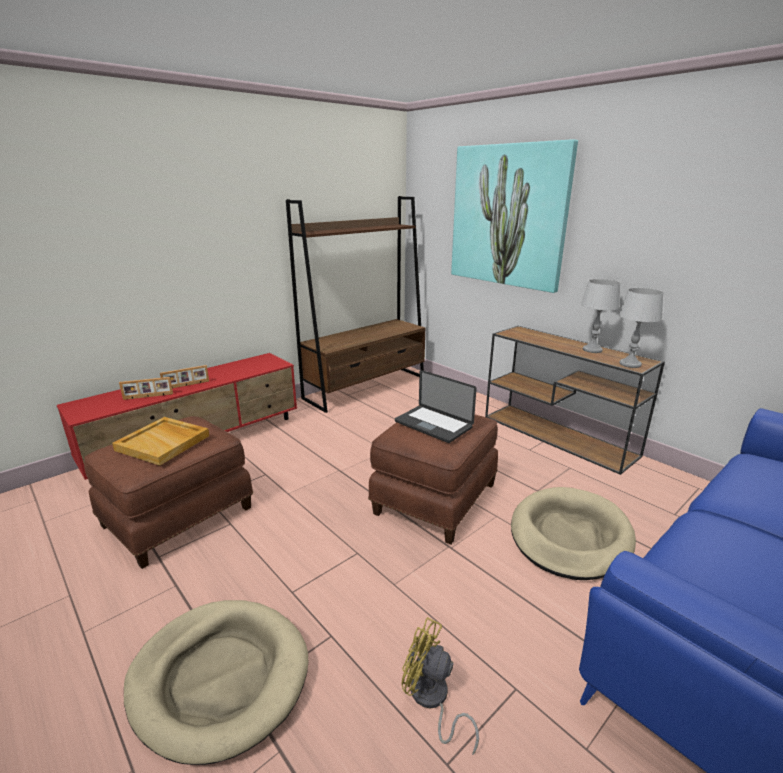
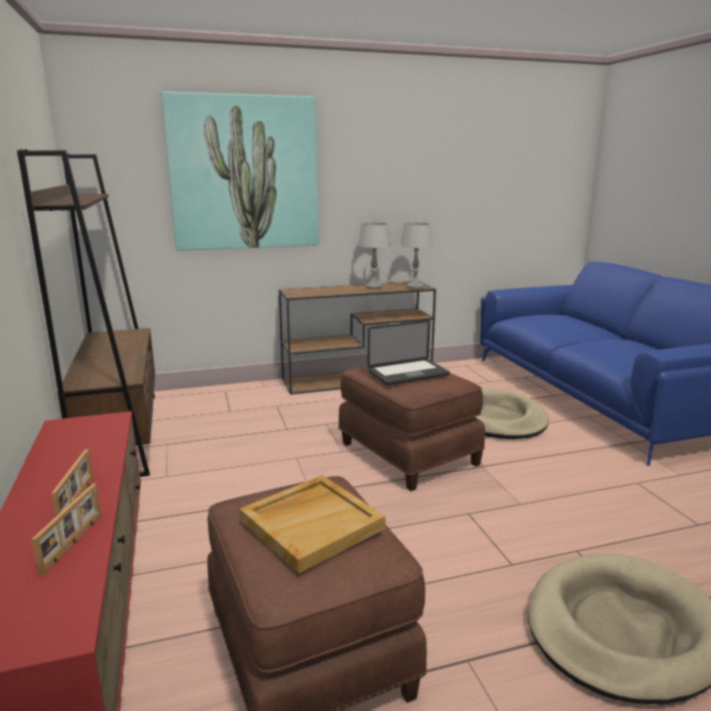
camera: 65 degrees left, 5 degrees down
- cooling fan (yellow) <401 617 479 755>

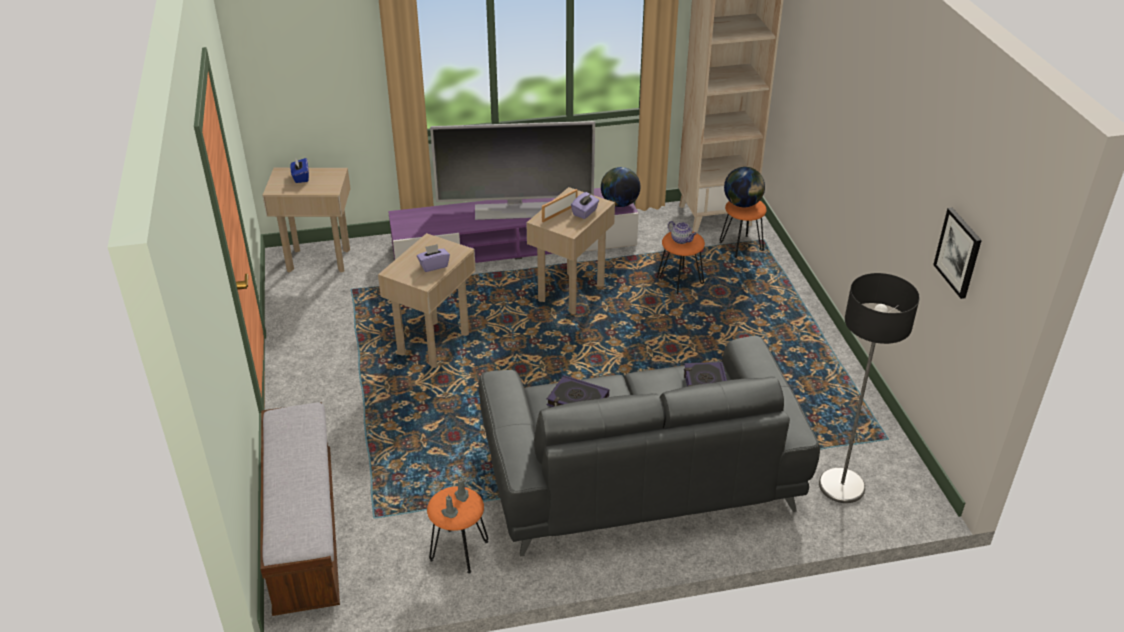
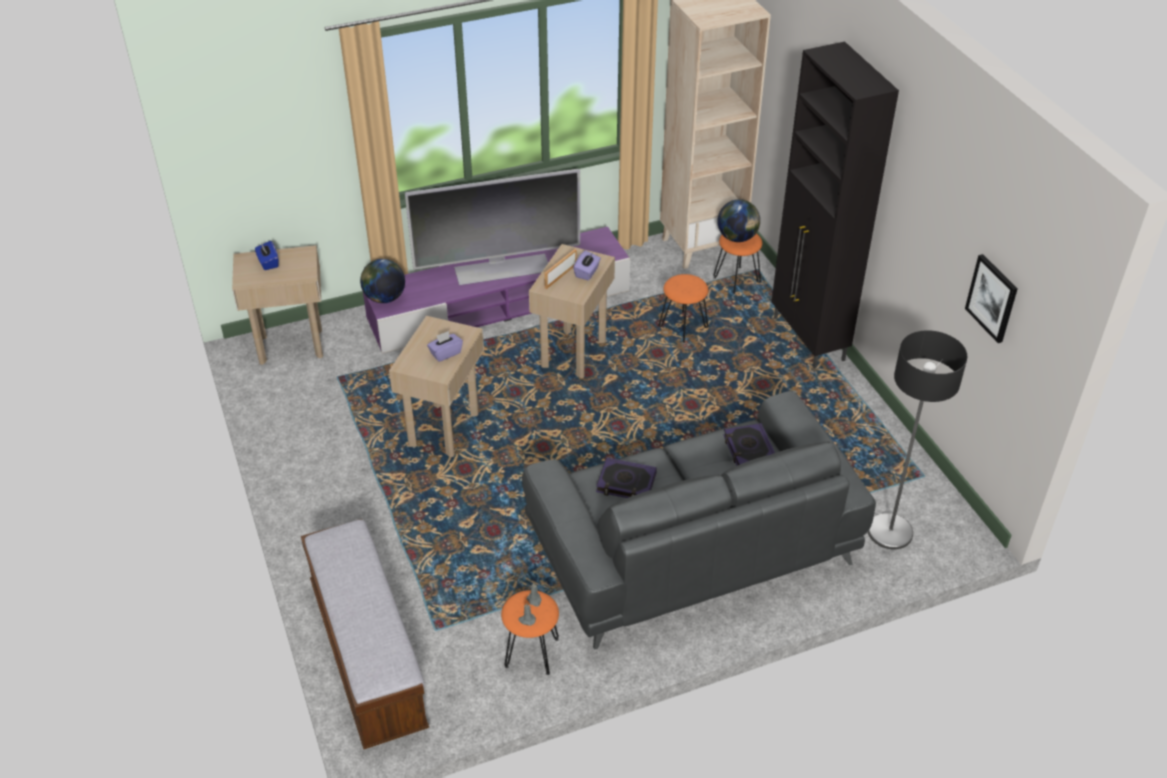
camera: 10 degrees left, 5 degrees up
~ desk globe <601 167 640 207> to <360 259 405 303>
- tea pot <668 221 697 244>
+ storage cabinet (black) <772 42 899 369>

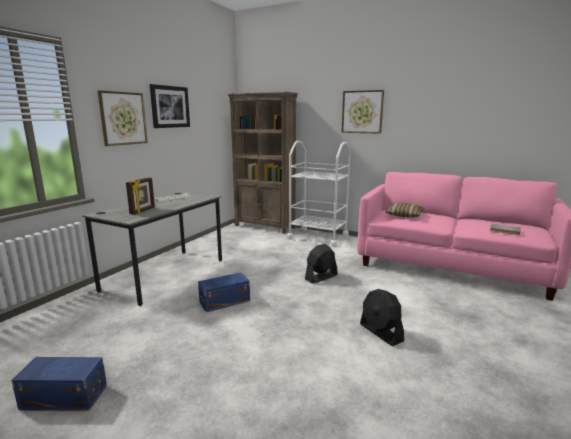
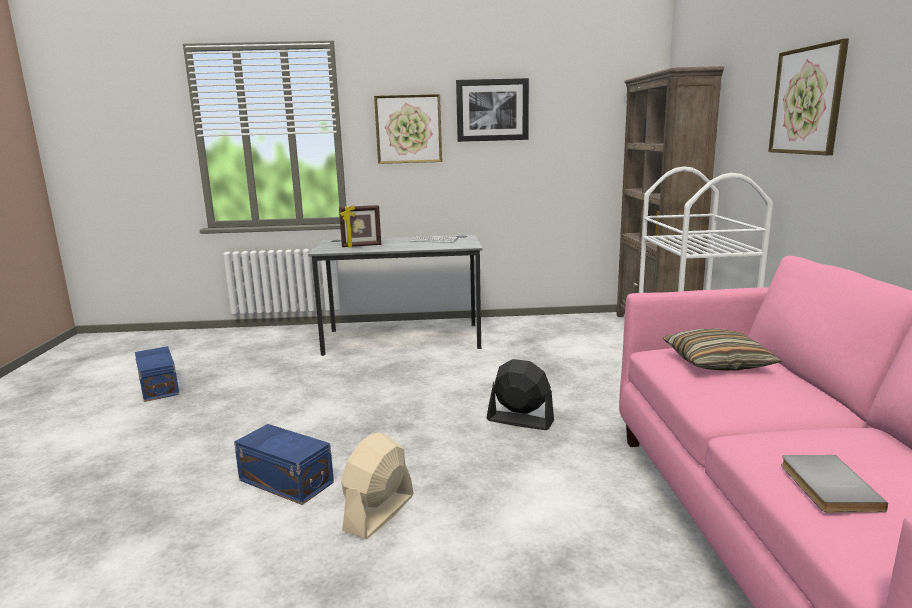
camera: 60 degrees right, 0 degrees up
~ storage container (blue-coloured) <198 272 250 312> to <234 424 334 505>
~ cooling fan (black) <360 289 404 346> to cooling fan (beige-coloured) <341 432 413 539>

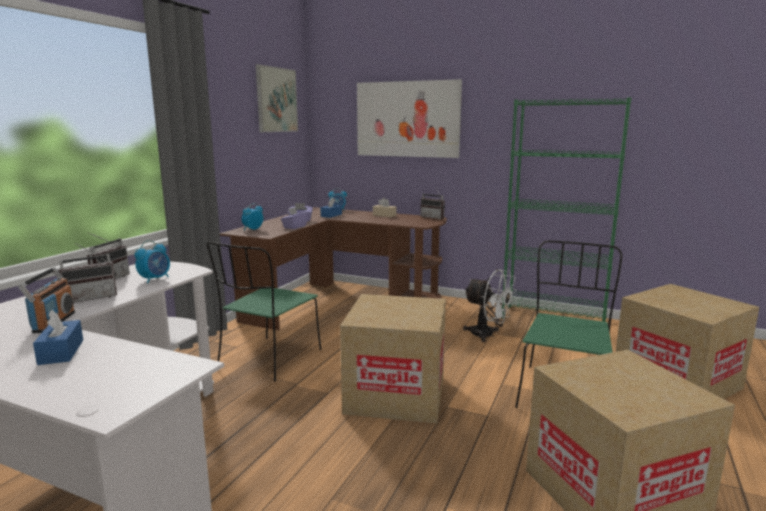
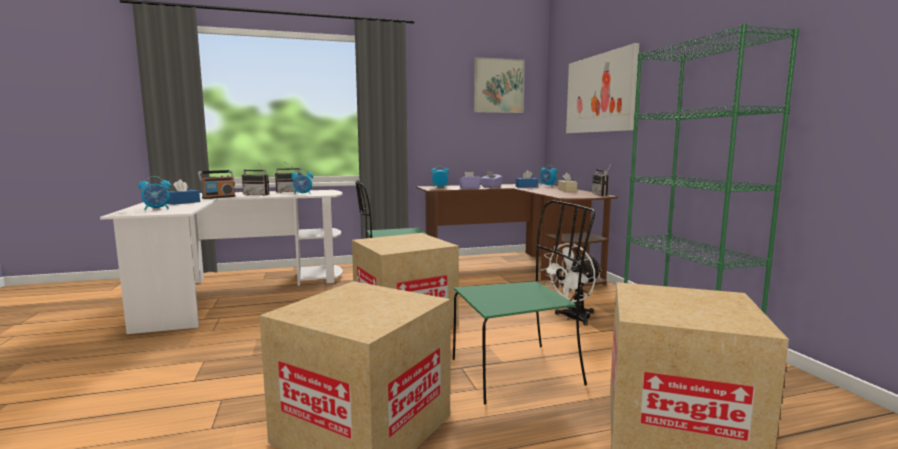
camera: 50 degrees right, 5 degrees down
~ cooling fan (white) <463 269 517 342> = <541 243 602 326> 60 degrees clockwise
+ bedside clock <139 176 171 210>

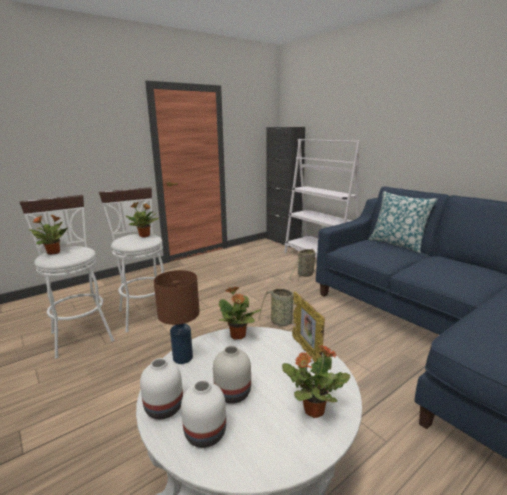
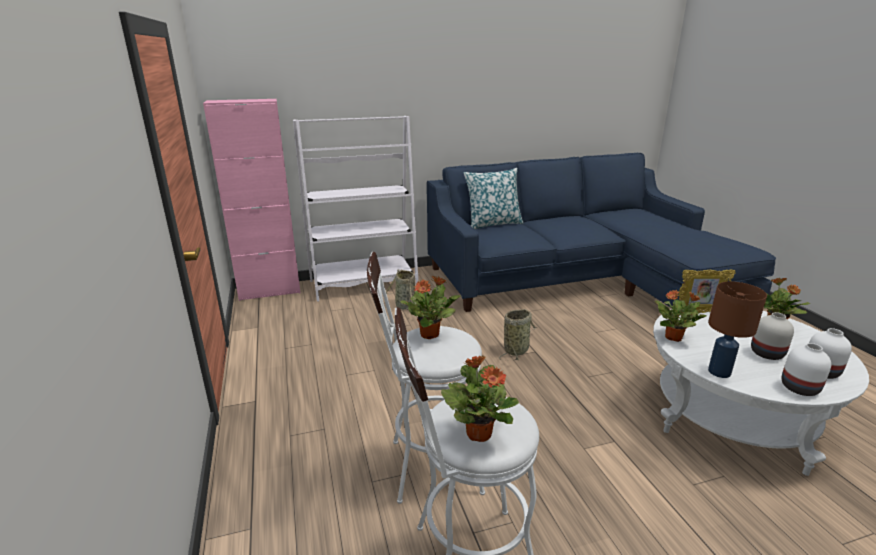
camera: 70 degrees left, 5 degrees up
~ storage cabinet (black) <266 127 305 248> to storage cabinet (pink) <203 99 300 301>

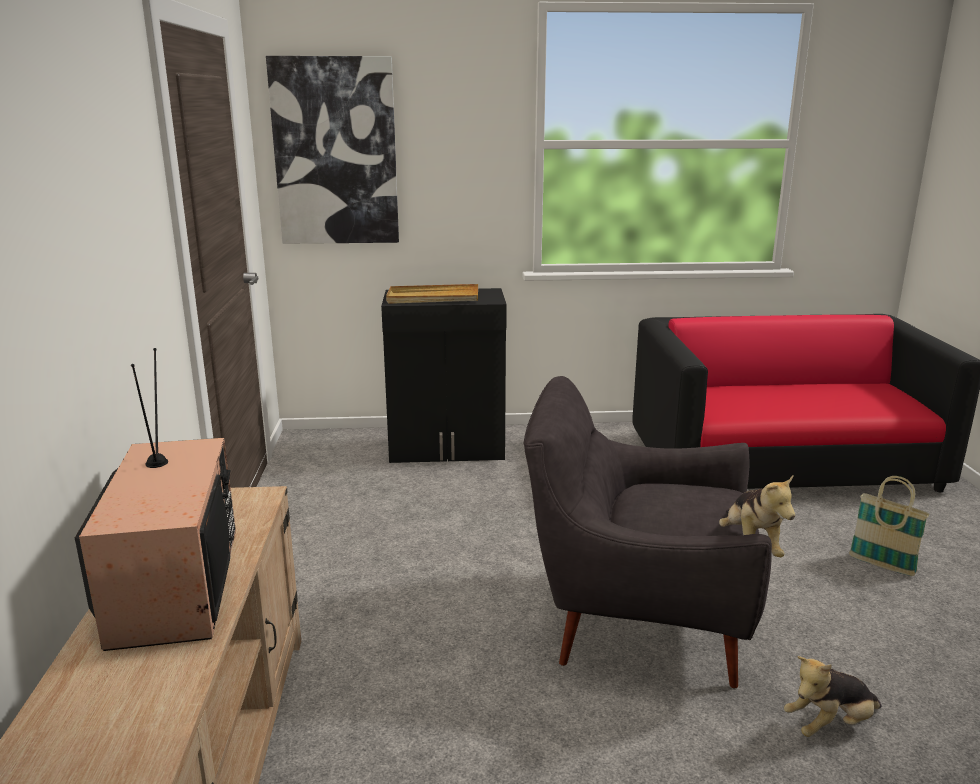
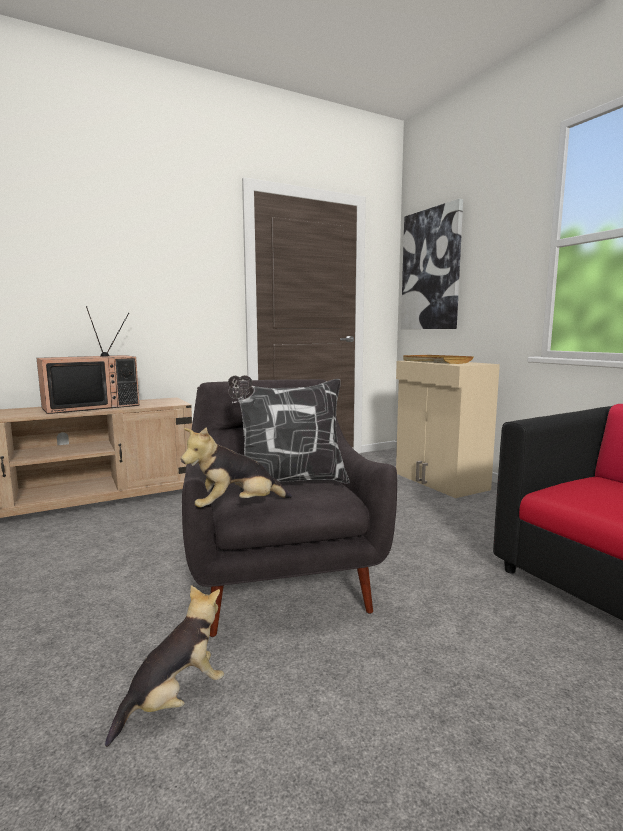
camera: 65 degrees right, 10 degrees down
~ storage cabinet (black) <381 288 507 463> to storage cabinet (beige-coloured) <396 361 500 498>
~ cuddly toy <784 656 882 737> = <105 585 224 747> 90 degrees clockwise
- storage basket <849 476 930 576>
+ pillow <228 375 350 492>

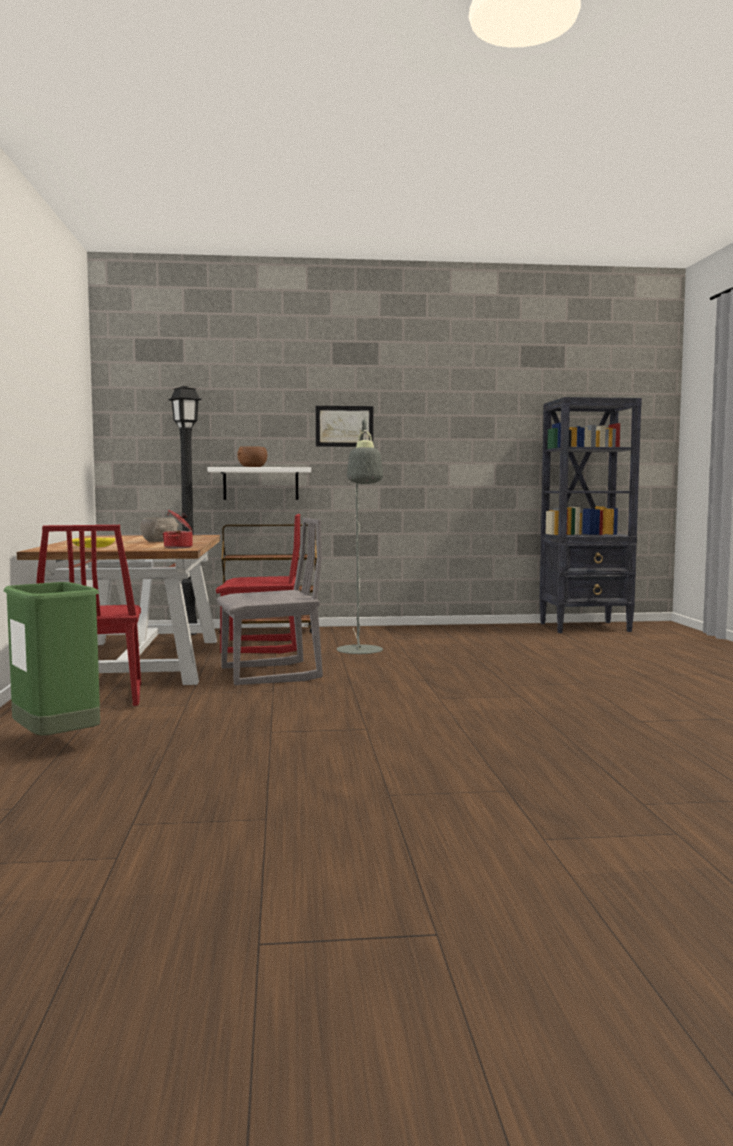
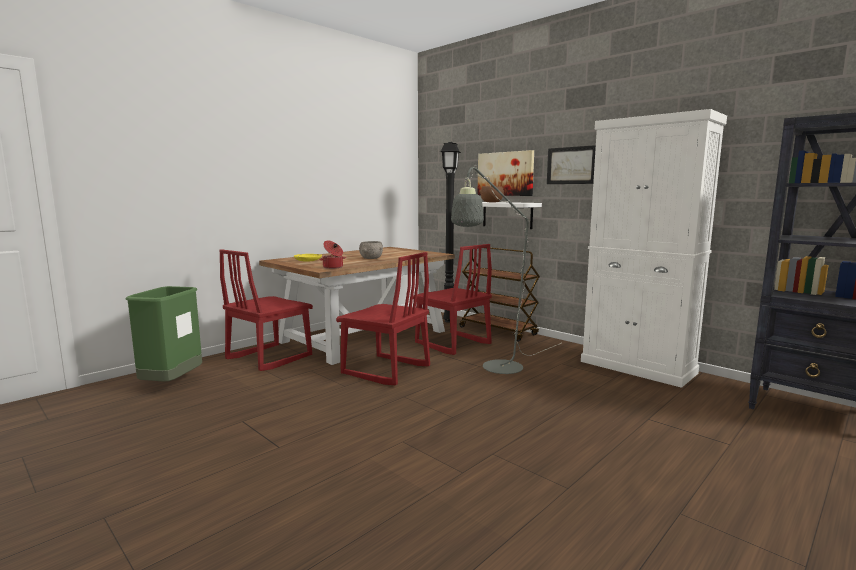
camera: 50 degrees right, 5 degrees up
~ chair (gray) <216 518 323 685> to chair (red-coloured) <336 252 430 385>
+ wall picture <477 150 534 196>
+ storage cabinet (white) <581 109 727 388>

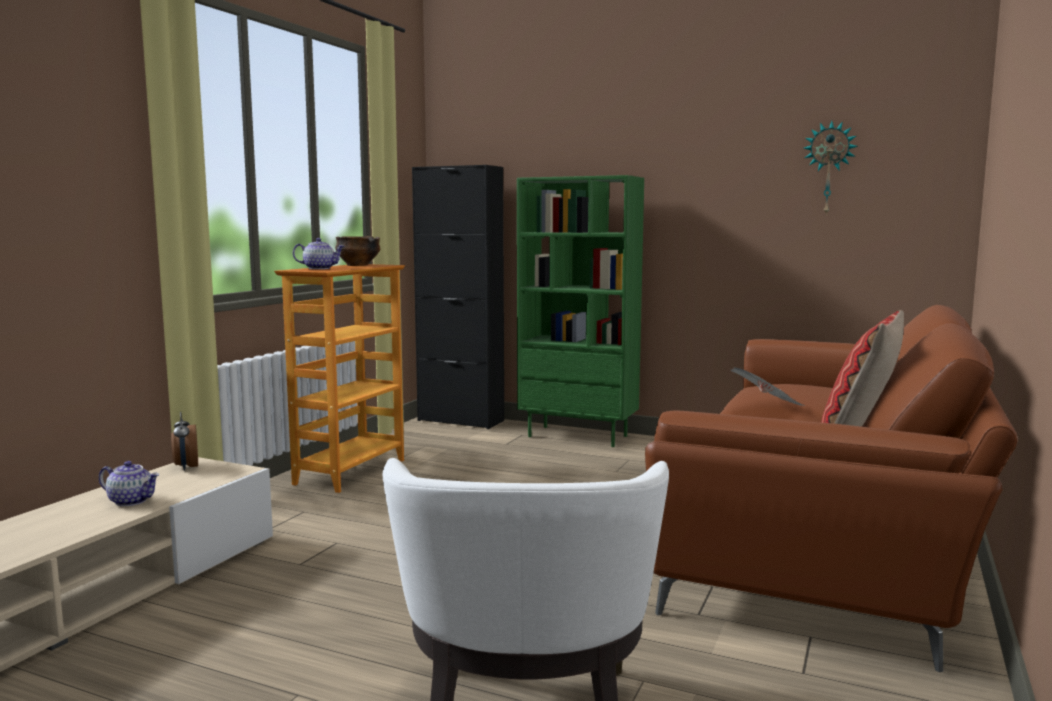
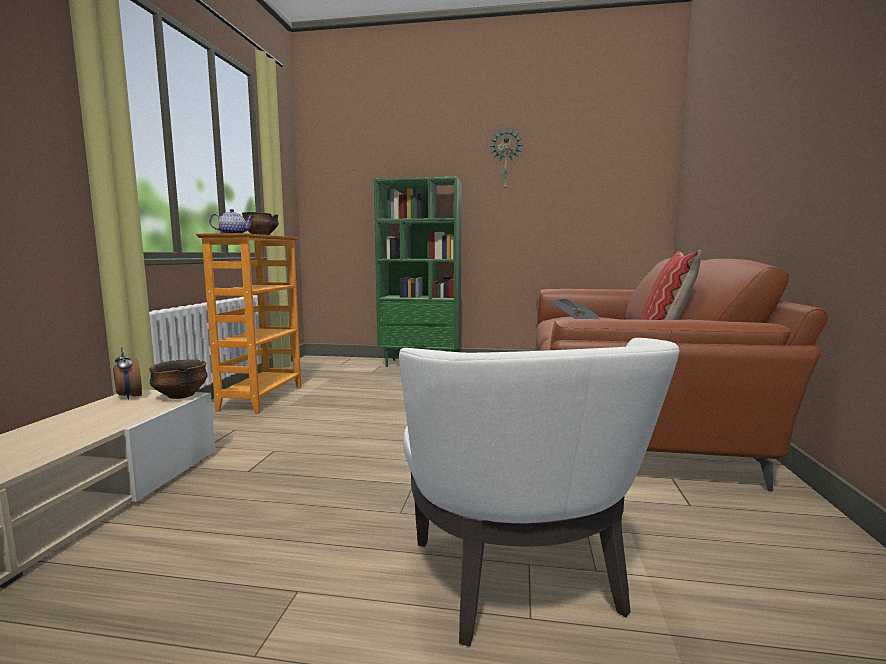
camera: 15 degrees left, 0 degrees up
- tea pot <99 461 159 506>
- storage cabinet (black) <412 165 504 429>
~ hanging clock <804 121 858 214> to <491 128 522 191>
+ serving bowl <150 359 208 399>

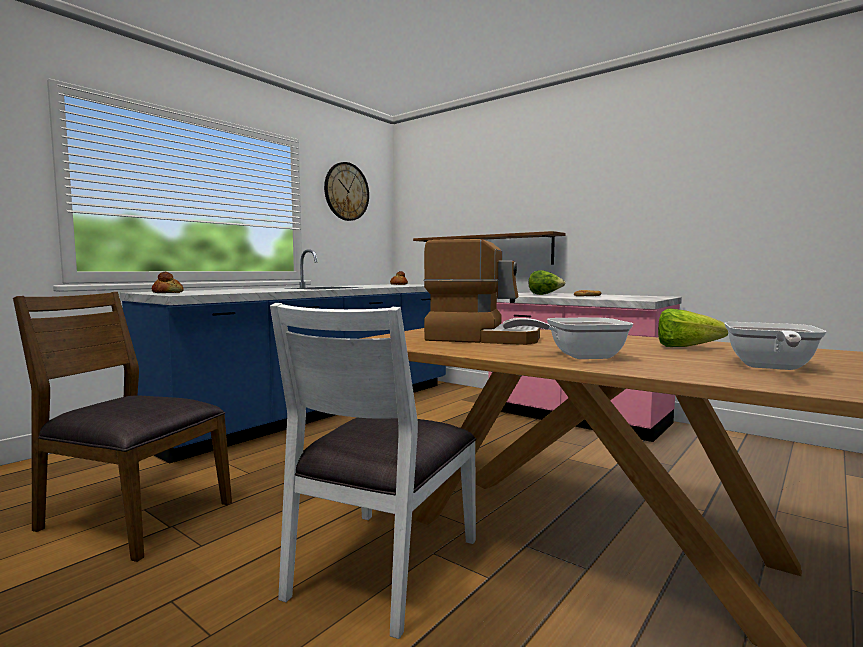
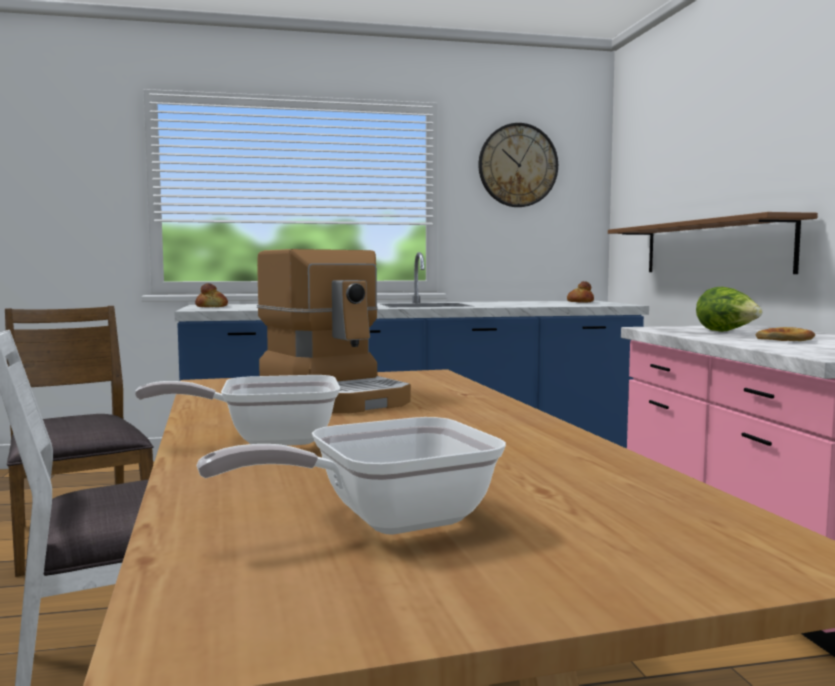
camera: 40 degrees right, 0 degrees up
~ skillet <502 317 633 359> = <135 375 340 446> 45 degrees counterclockwise
- lettuce head <658 309 728 347>

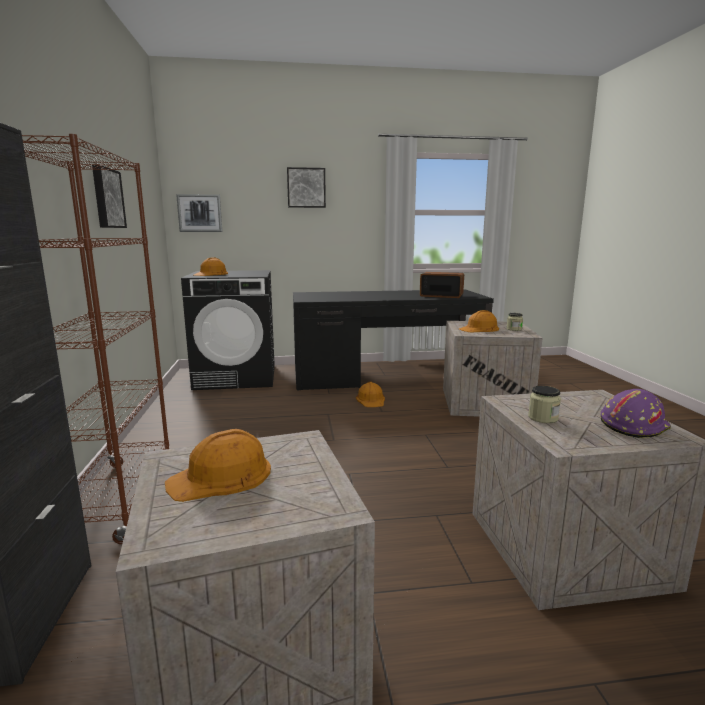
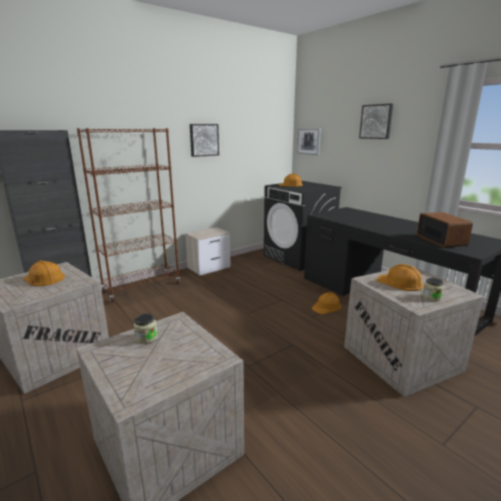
camera: 60 degrees right, 5 degrees up
- hard hat (purple) <601 389 671 438>
+ bedside table <185 227 231 276>

